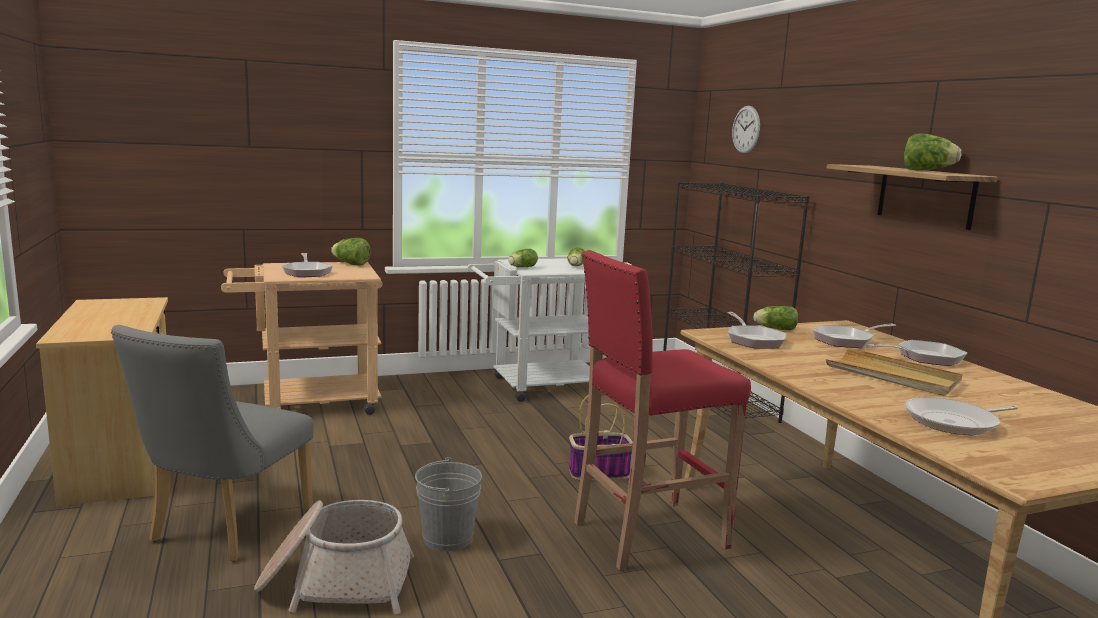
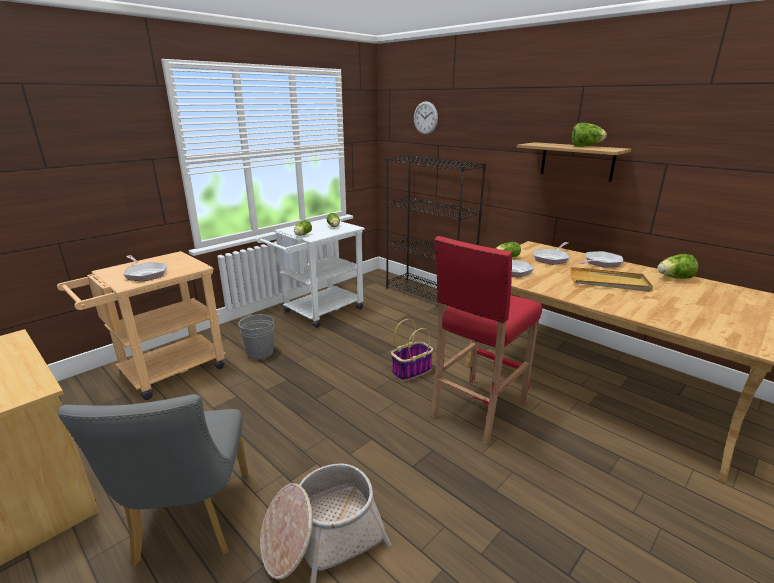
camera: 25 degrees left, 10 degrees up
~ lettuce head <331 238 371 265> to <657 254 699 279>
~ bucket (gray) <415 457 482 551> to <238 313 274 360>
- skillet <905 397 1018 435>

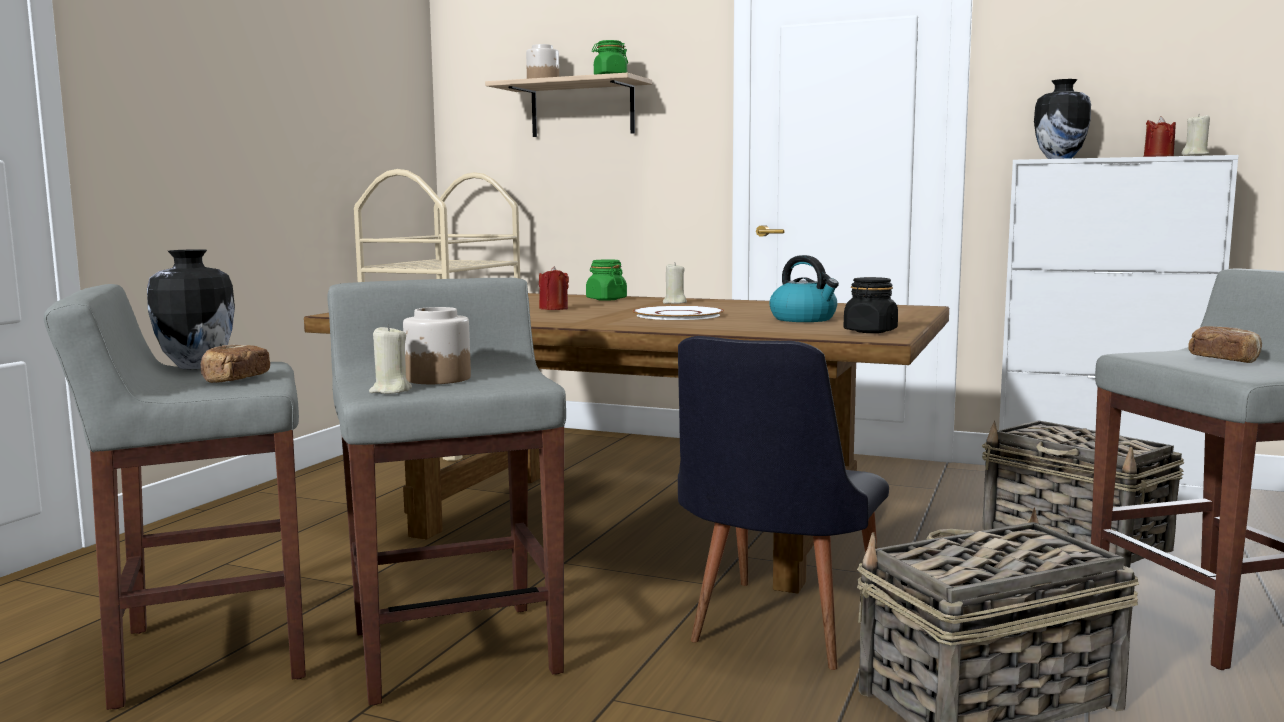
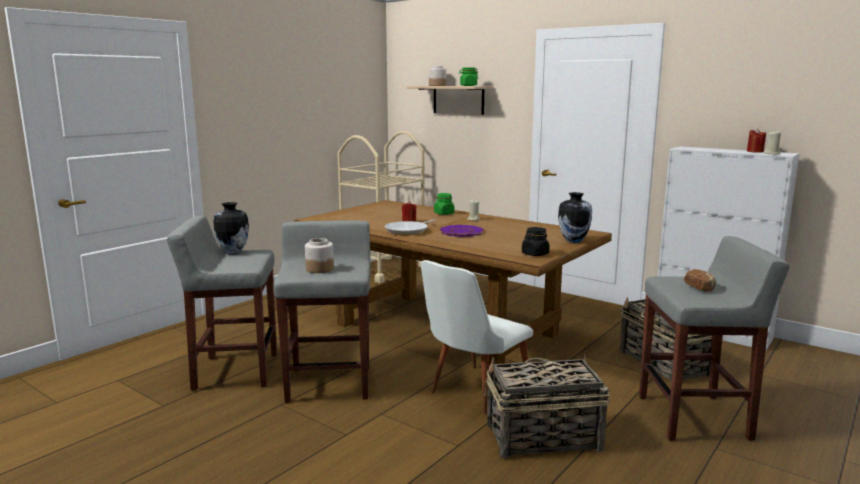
camera: 15 degrees right, 5 degrees up
- bakery bread <200 345 270 383>
- wax candle (beige-coloured) <369 325 412 394>
~ flat dish (white) <633 306 724 320> to flat dish (purple) <439 225 485 237>
~ chair (black) <678 336 889 670> to chair (white) <421 260 533 414>
- tea kettle <769 255 839 322>
~ vase <1034 79 1091 159> to <558 192 592 243>
+ skillet <385 219 436 235>

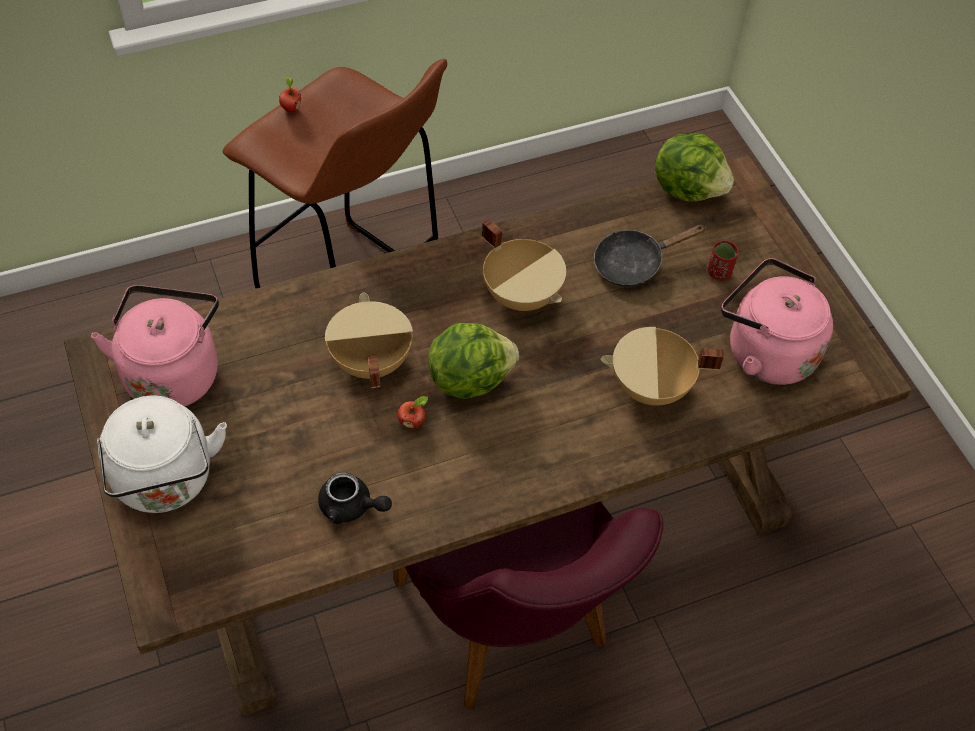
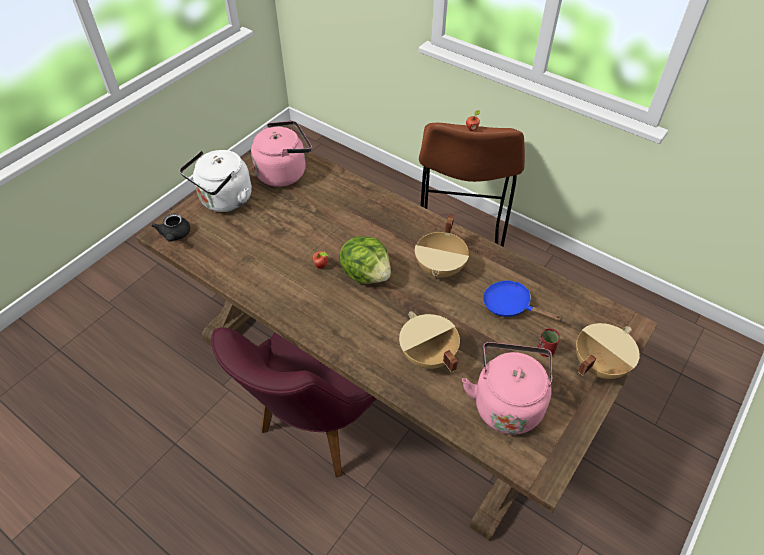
camera: 60 degrees right, 5 degrees down
~ tea pot (black) <318 472 392 524> to <151 214 190 242>
~ stockpot (beige-coloured) <325 293 413 388> to <576 323 640 379>
~ skillet (black) <594 224 706 287> to skillet (blue-coloured) <483 281 562 322>
- lettuce head <655 133 734 202>

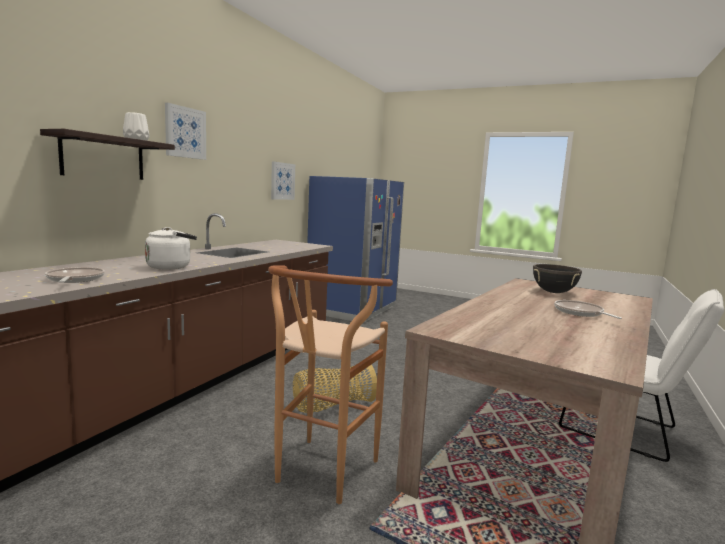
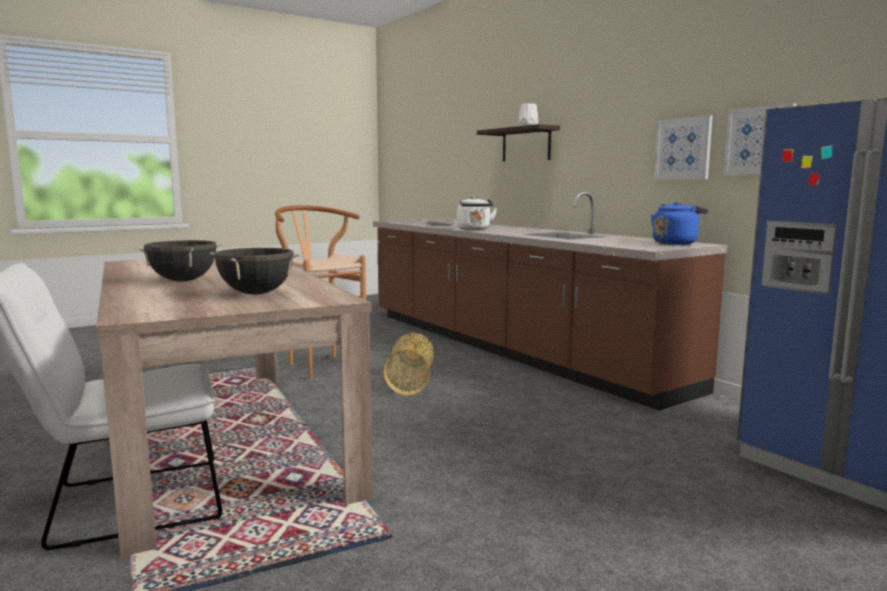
camera: 120 degrees right, 0 degrees up
~ wall picture <165 103 206 160> to <654 116 713 179>
~ skillet <554 300 622 319> to stockpot (black) <135 240 223 282>
+ tea kettle (blue-coloured) <651 201 708 245>

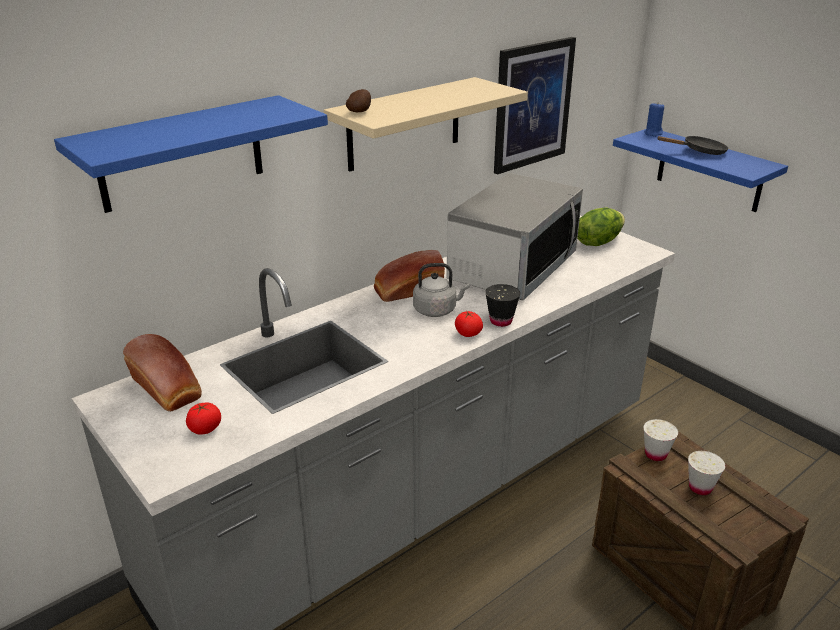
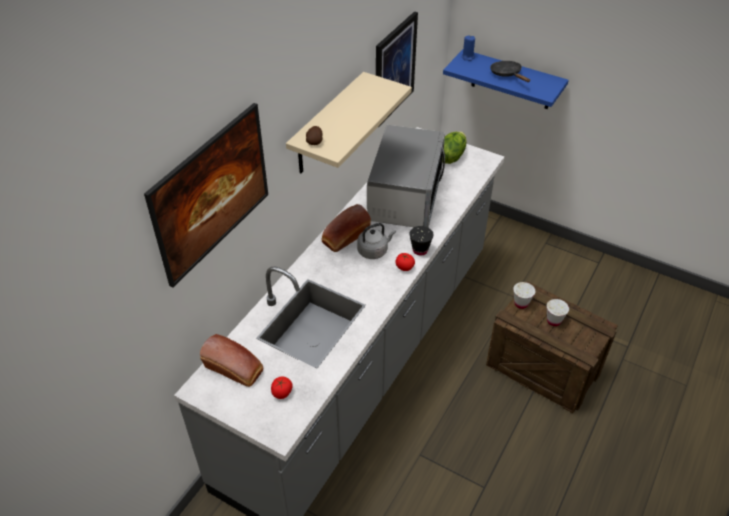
camera: 20 degrees left, 15 degrees up
~ shelf (blue-coloured) <54 95 328 213> to wall picture <144 103 268 288>
~ skillet (black) <657 136 729 155> = <490 61 530 82> 90 degrees counterclockwise

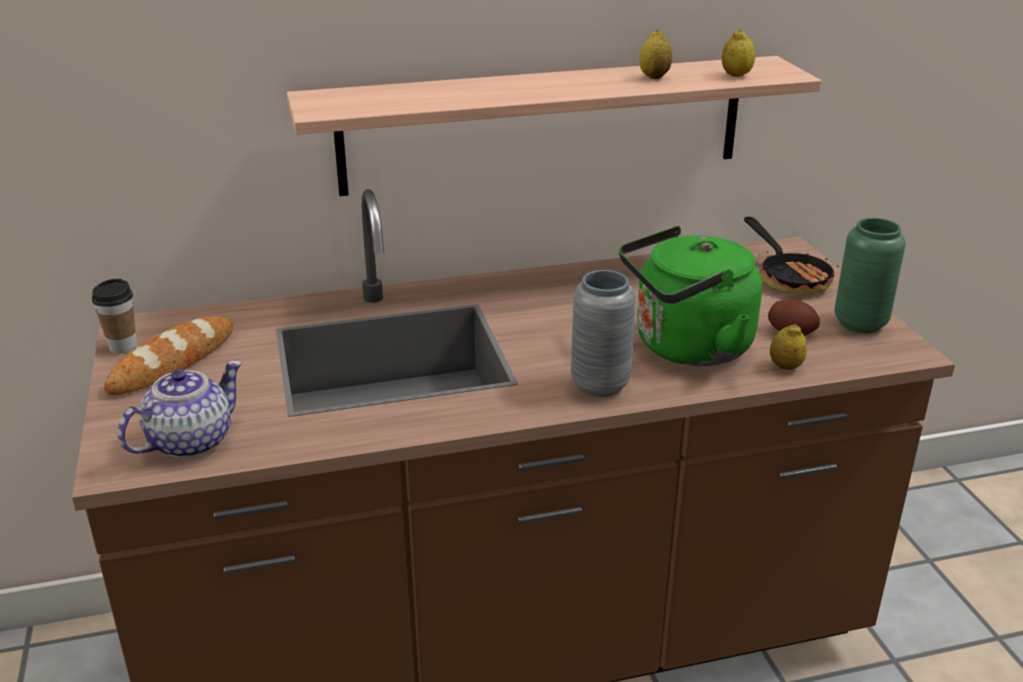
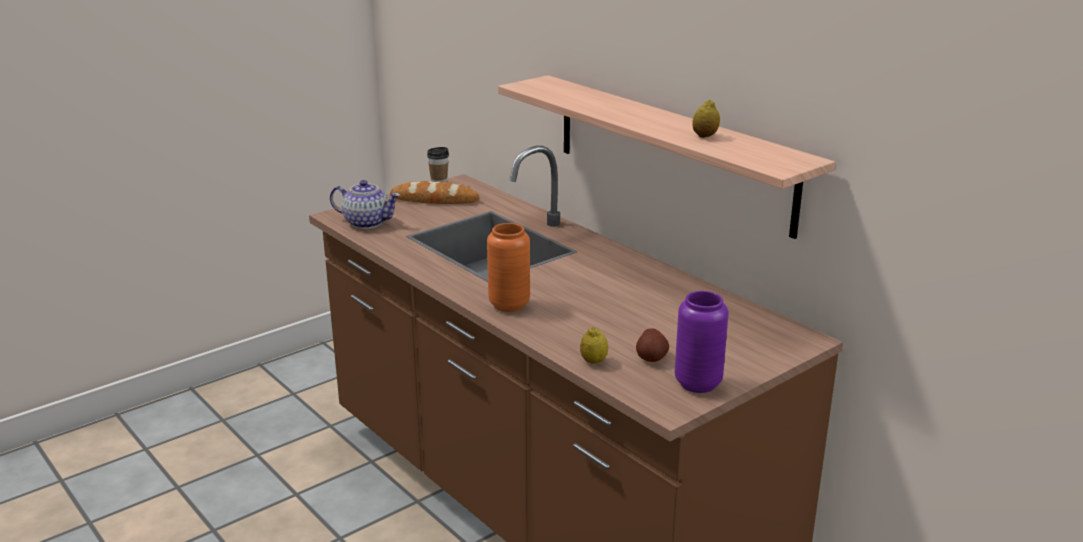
camera: 65 degrees right, 5 degrees down
~ vase (gray) <571 270 636 397> to vase (orange-coloured) <487 223 530 312>
- tea kettle (green-coloured) <619 226 762 366>
- whole lemon <722 30 755 77>
- skillet <744 216 839 294>
~ vase (green-coloured) <834 218 906 333> to vase (purple) <674 291 729 393>

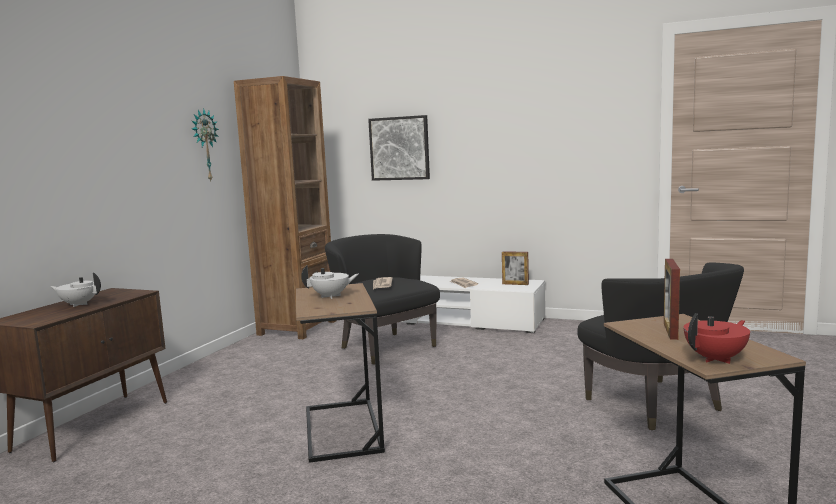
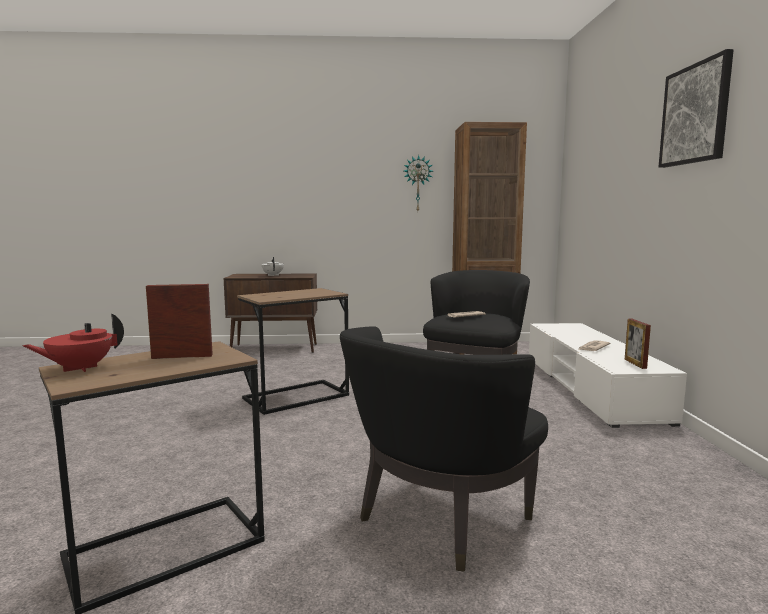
camera: 65 degrees right, 0 degrees up
- tea pot (white) <301 265 359 299>
~ wall picture <368 115 430 181> to <659 49 734 168>
~ tea pot (red-coloured) <684 313 750 364> = <22 313 124 372> 105 degrees clockwise

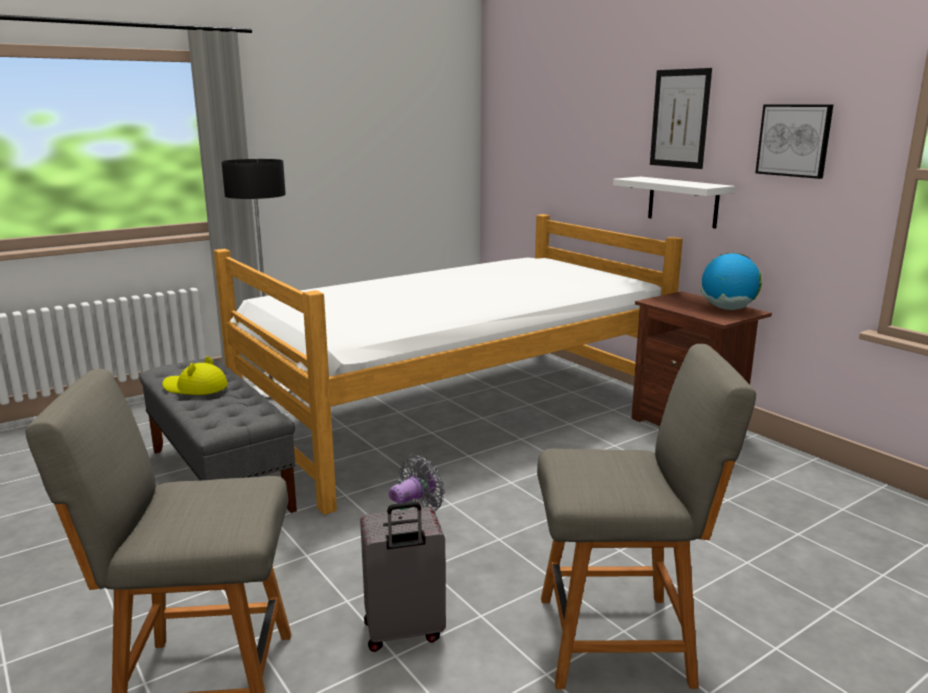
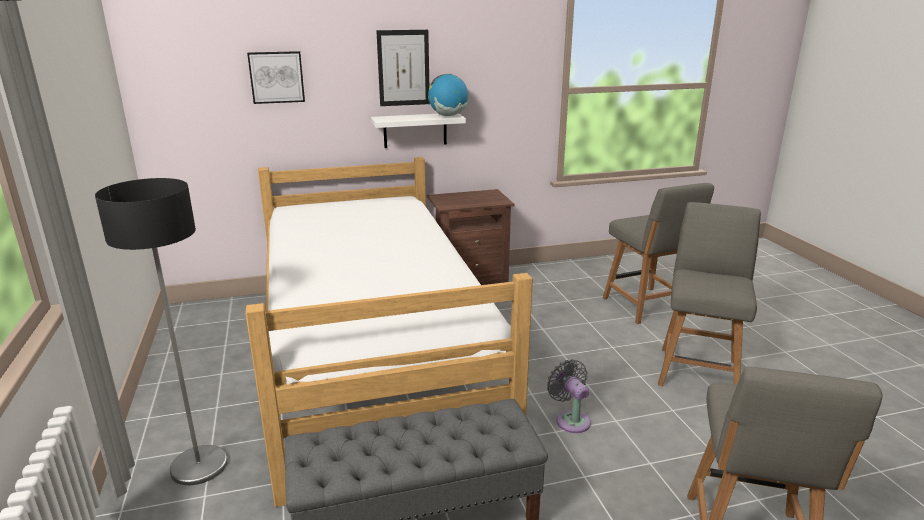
camera: 70 degrees left, 5 degrees up
- clothing hat (yellow) <162 356 228 395>
- piece of luggage (gray) <360 502 446 652>
~ desk globe <701 253 762 310> to <428 74 468 116>
~ wall picture <755 104 833 179> to <247 51 305 104>
+ chair (gray) <603 183 714 324>

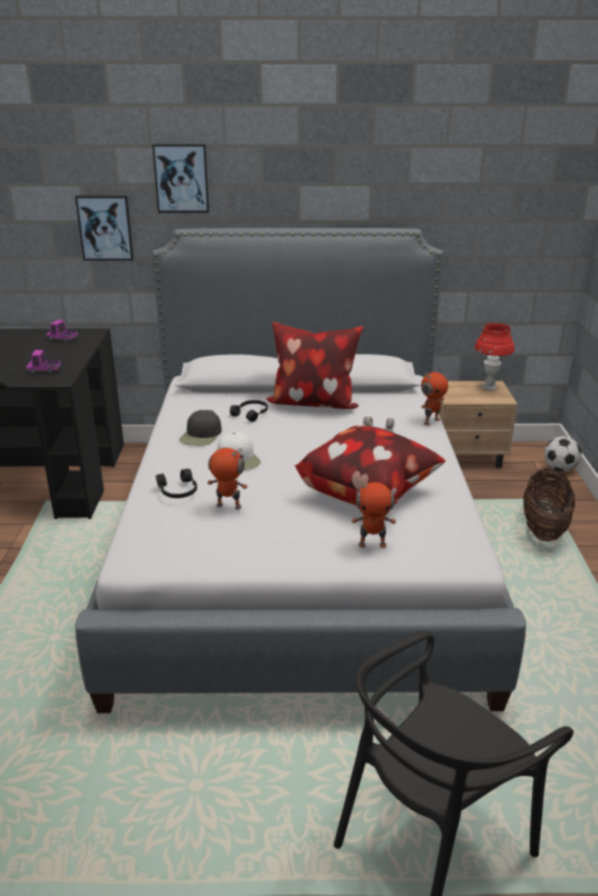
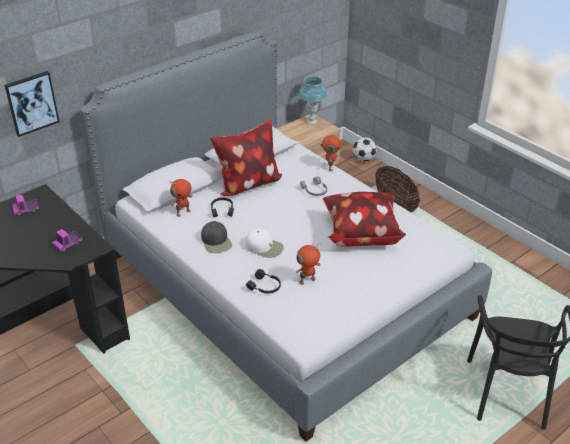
camera: 40 degrees left, 10 degrees up
- wall picture <152 144 209 213>
~ model robot <351 477 396 548> to <169 179 193 217>
~ lamp for a table (red-coloured) <475 323 514 390> to lamp for a table (blue-coloured) <298 76 326 125>

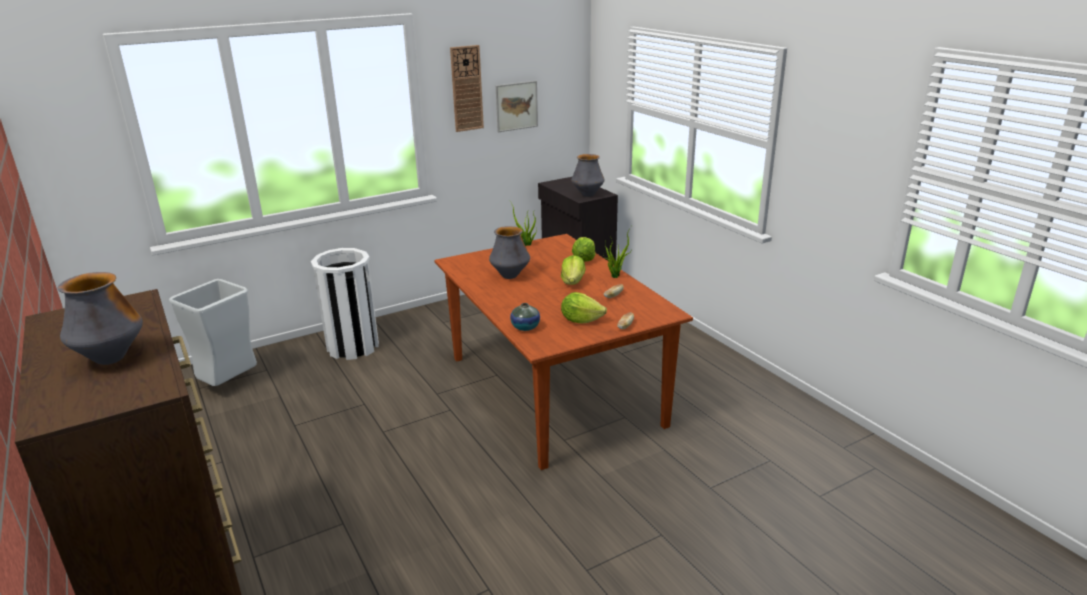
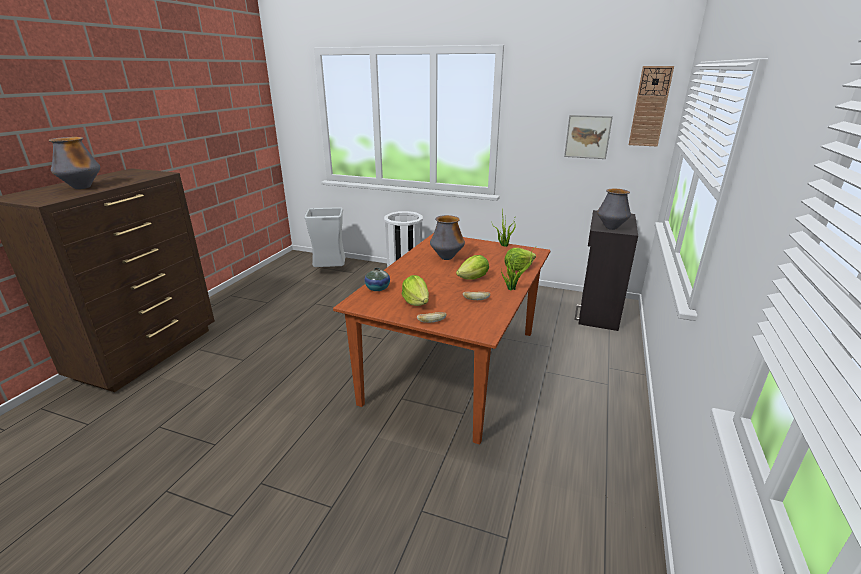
camera: 50 degrees right, 0 degrees up
~ hanging clock <450 45 484 132> to <629 66 674 146>

